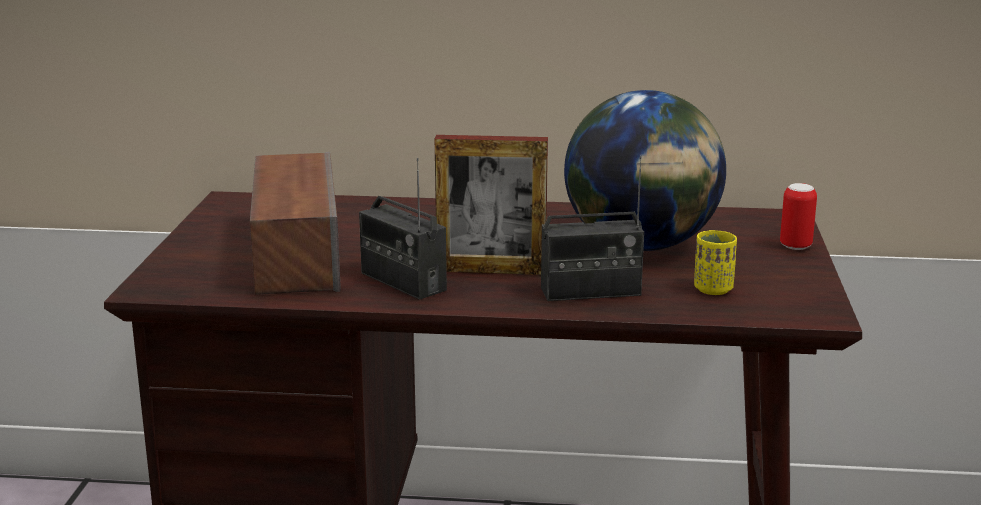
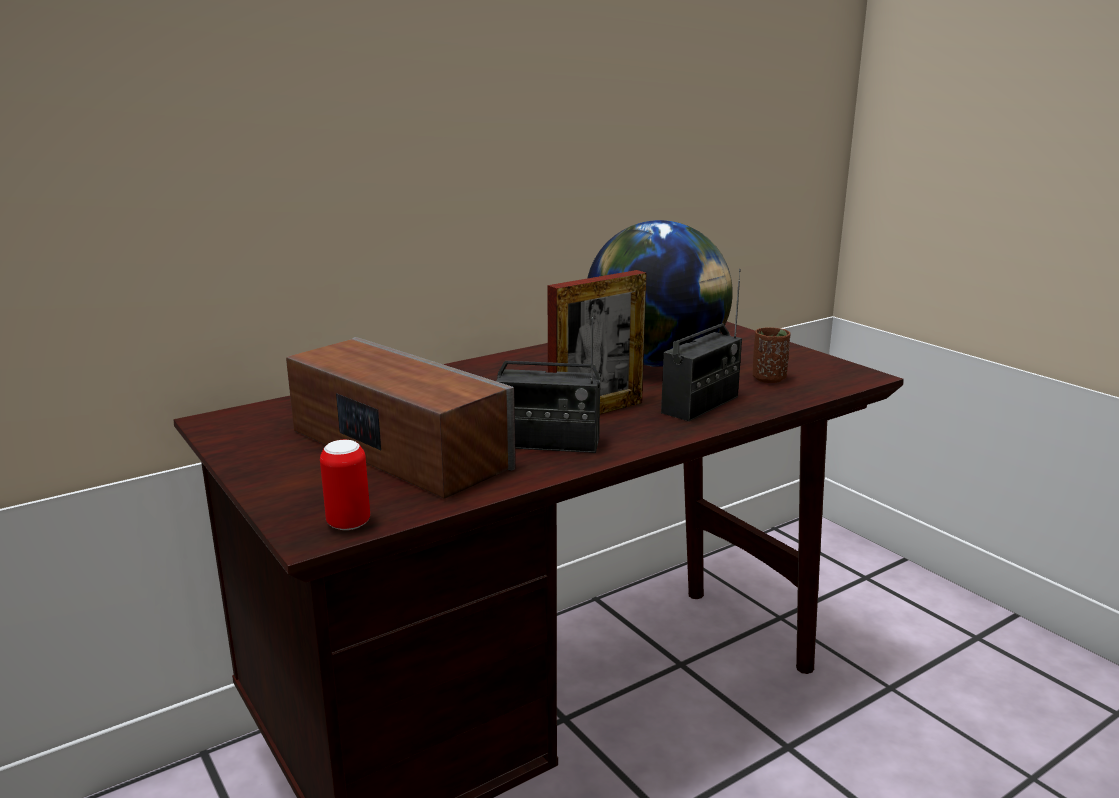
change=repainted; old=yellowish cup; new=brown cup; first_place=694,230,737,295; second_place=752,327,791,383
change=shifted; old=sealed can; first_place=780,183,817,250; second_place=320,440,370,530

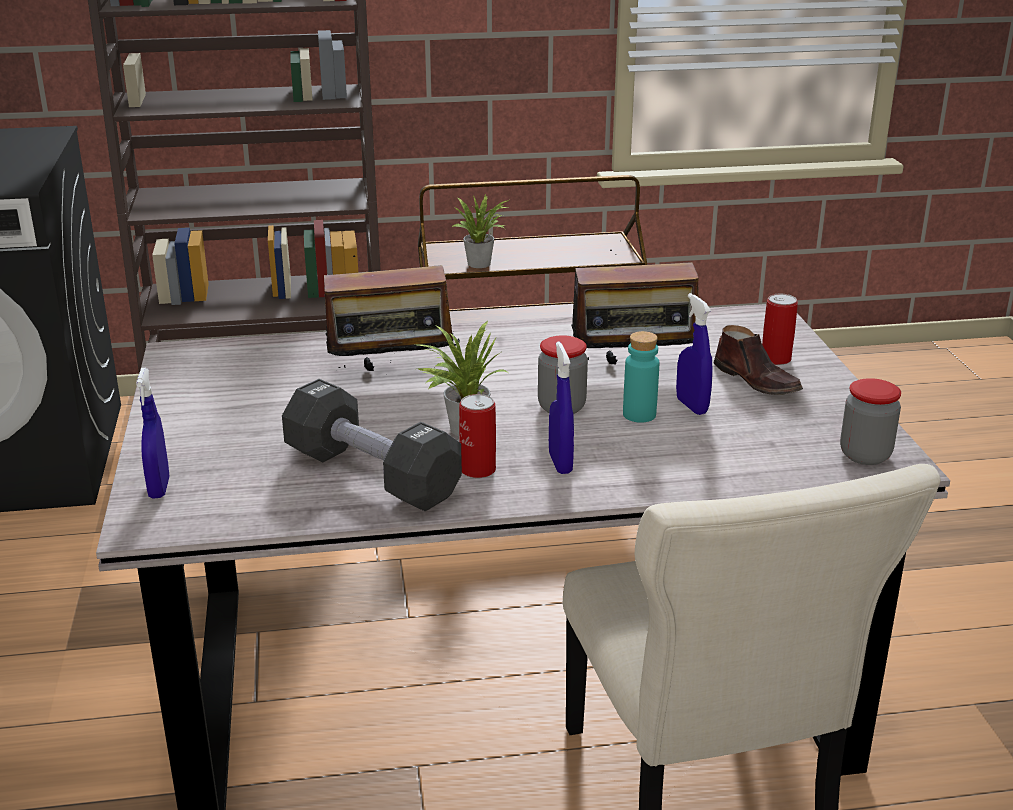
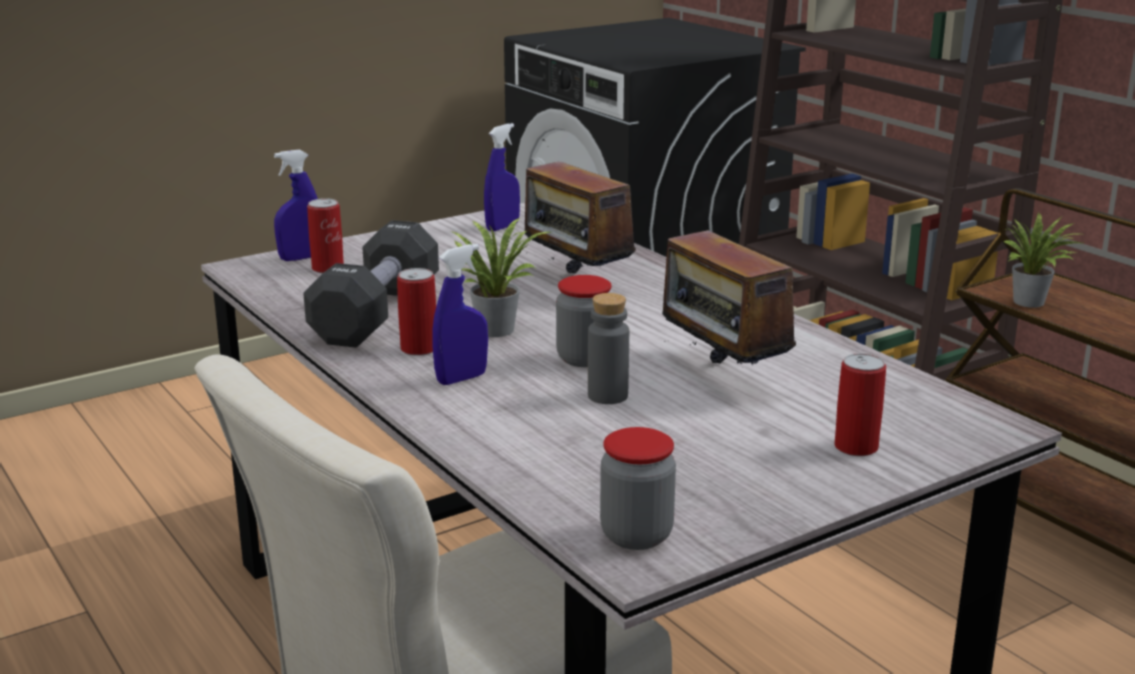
change=repainted; old=turquoise bottle; new=grey bottle; first_place=623,331,659,423; second_place=588,293,629,404
change=shifted; old=blue sprayer; first_place=676,293,713,415; second_place=484,123,520,231
change=gone; old=brown low shoe; first_place=713,325,803,395
change=new; new=sealed can; second_place=307,198,344,273

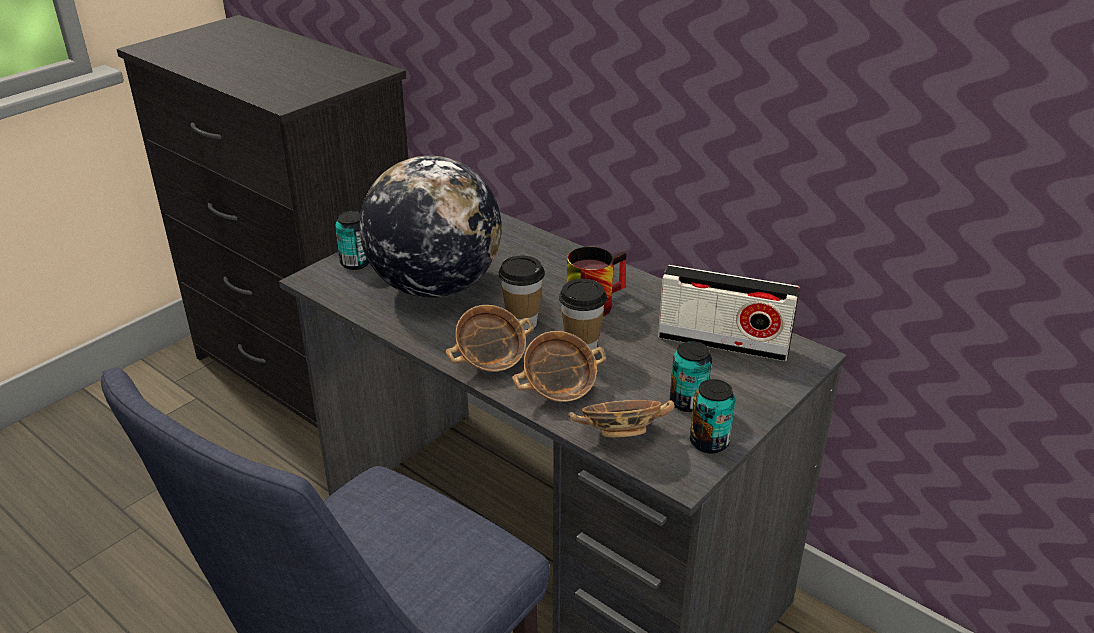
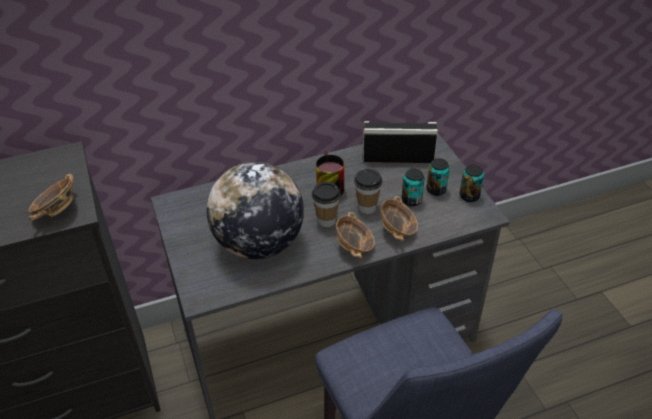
change=shifted; old=sealed can; first_place=335,211,369,270; second_place=402,169,424,206
change=shifted; old=bowl; first_place=568,400,675,437; second_place=28,174,74,221
change=rotated; old=radio set; first_place=658,265,800,361; second_place=363,121,438,163; degrees=-135

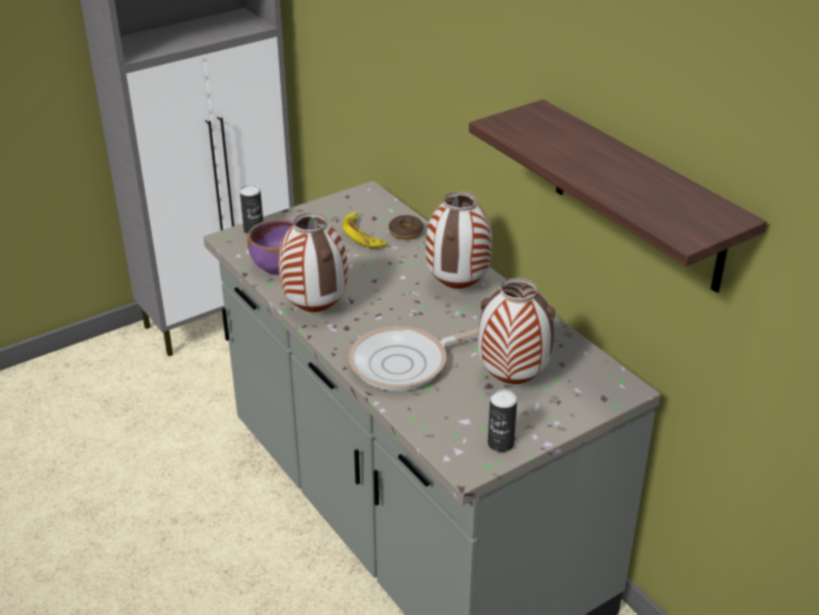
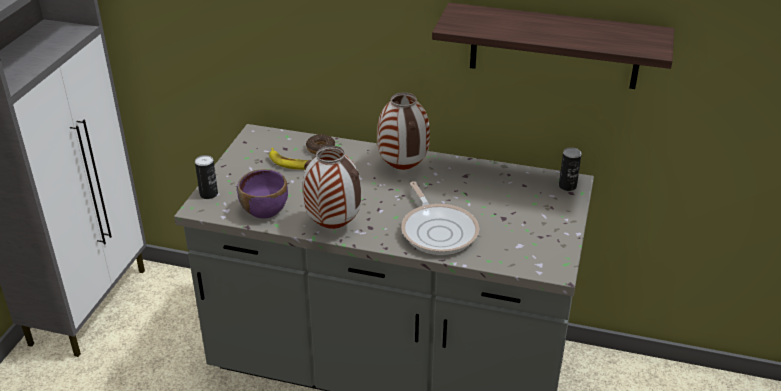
change=rotated; old=frying pan; first_place=349,326,479,391; second_place=401,181,479,255; degrees=-45
change=gone; old=flower vase; first_place=478,277,555,384
change=shifted; old=sealed can; first_place=488,390,517,452; second_place=559,147,582,191

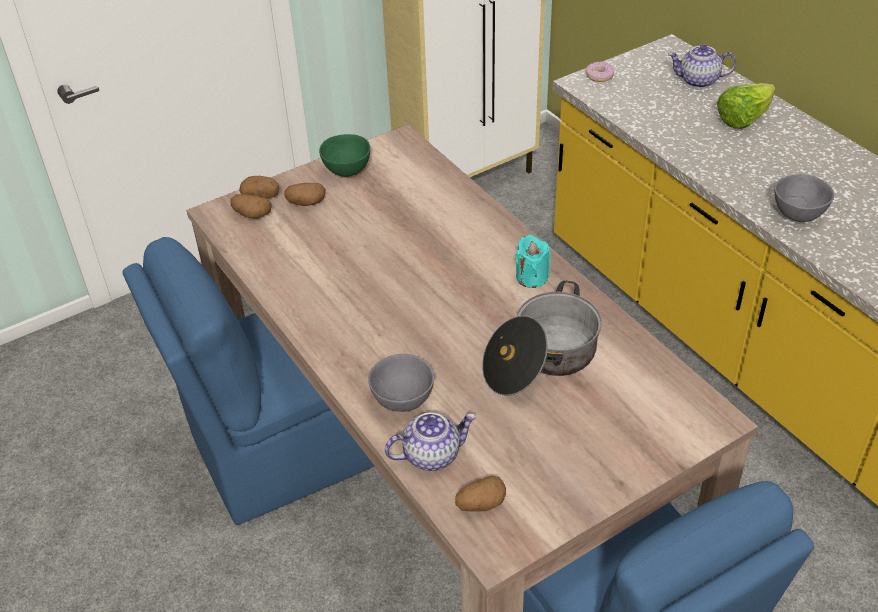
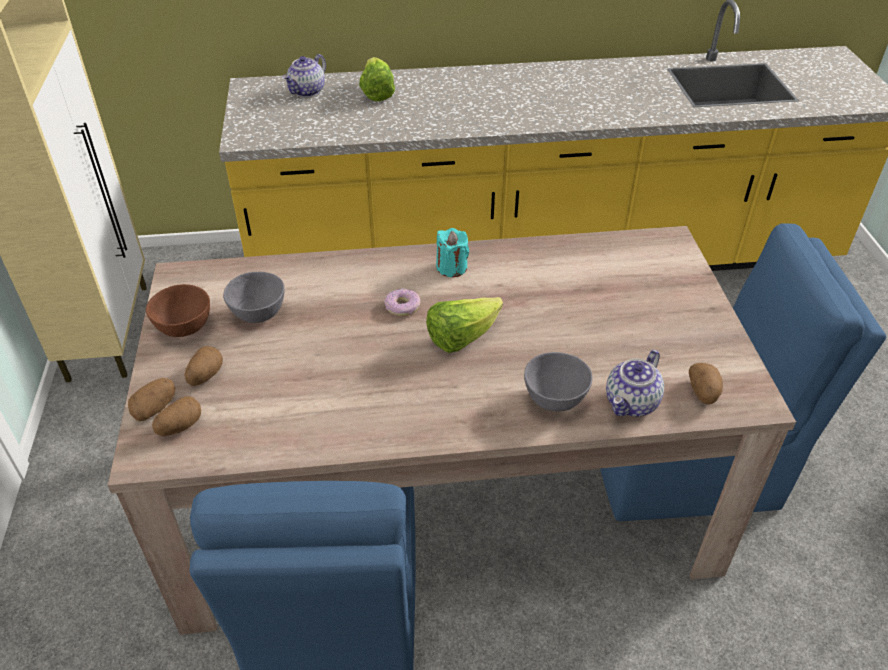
change=repainted; old=green bowl; new=brown bowl; first_place=319,134,370,177; second_place=146,284,210,337
change=rotated; old=pot for tea; first_place=385,412,476,471; second_place=606,350,664,416; degrees=-150
change=gone; old=saucepot; first_place=482,281,602,396
change=shifted; old=donut; first_place=585,62,614,82; second_place=384,288,420,316
change=shifted; old=grey bowl; first_place=775,174,834,222; second_place=223,272,284,323
change=new; new=lettuce; second_place=426,297,503,353

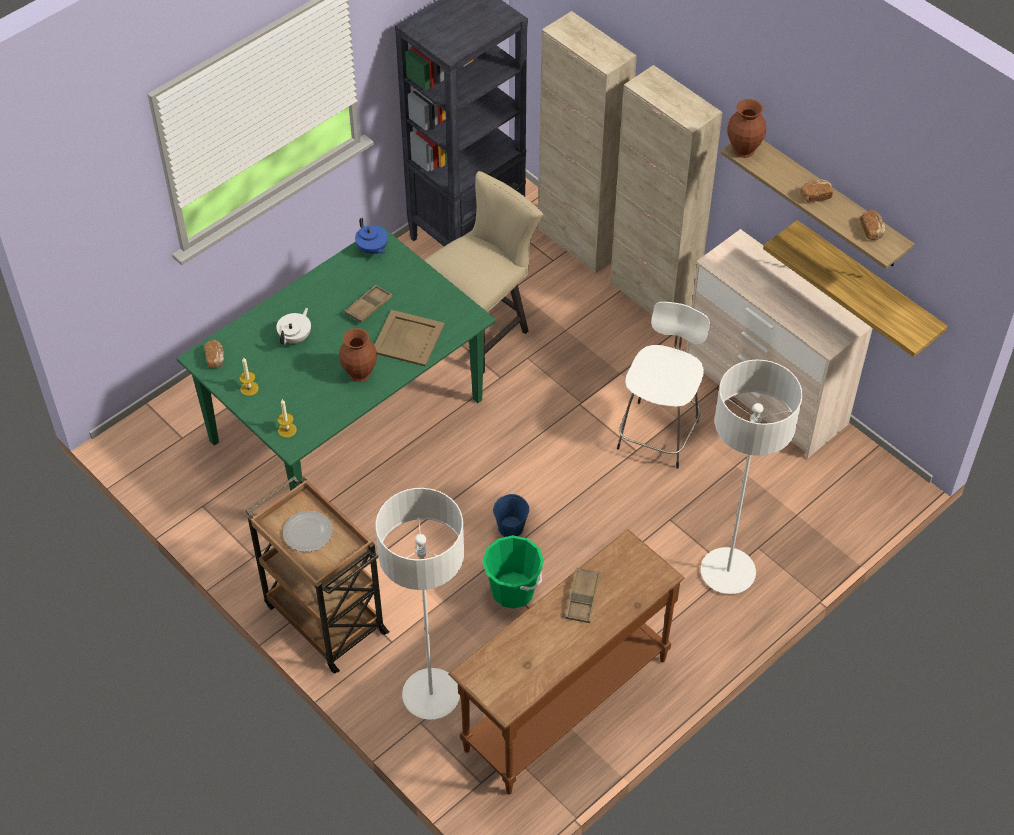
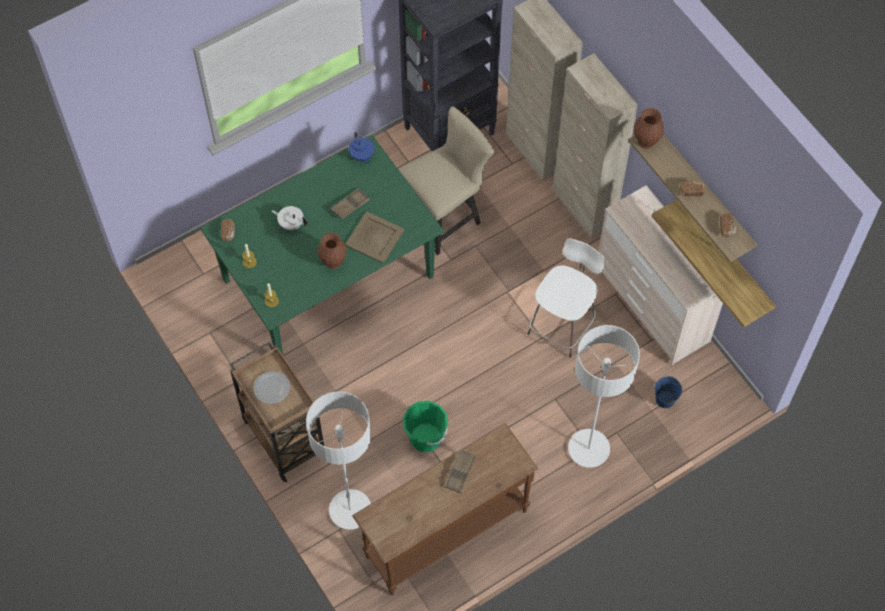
change=rotated; old=white-coloured pot for tea; first_place=276,308,311,345; second_place=272,206,307,230; degrees=-105
change=shifted; old=blue pail; first_place=493,494,529,537; second_place=655,376,682,408

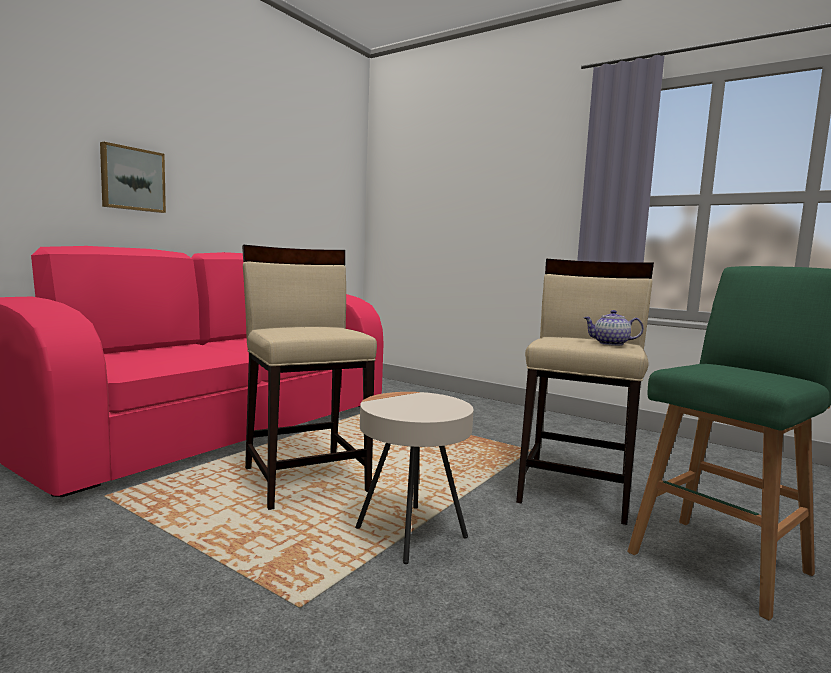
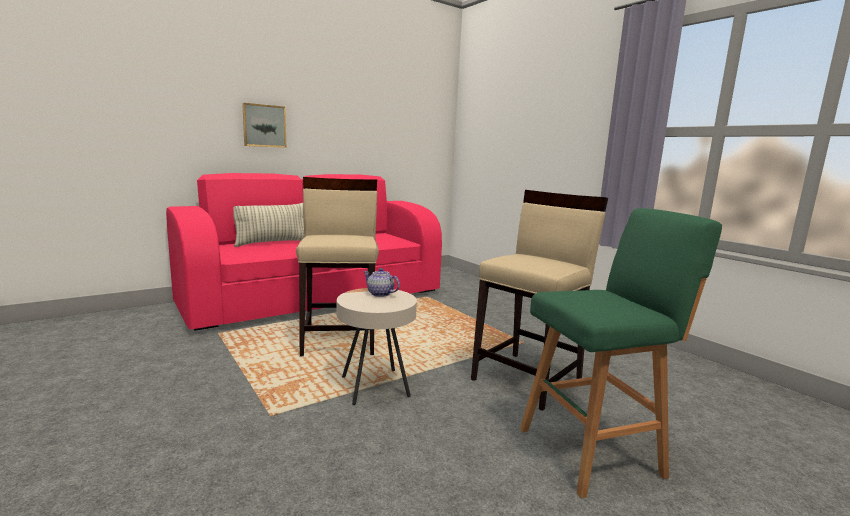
change=shifted; old=pot for tea; first_place=583,310,644,346; second_place=363,268,400,297
change=new; new=throw pillow; second_place=233,203,304,247

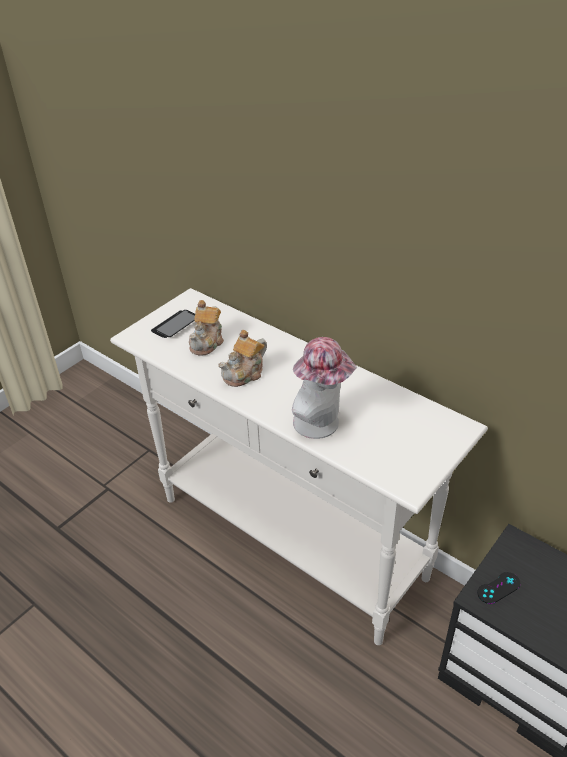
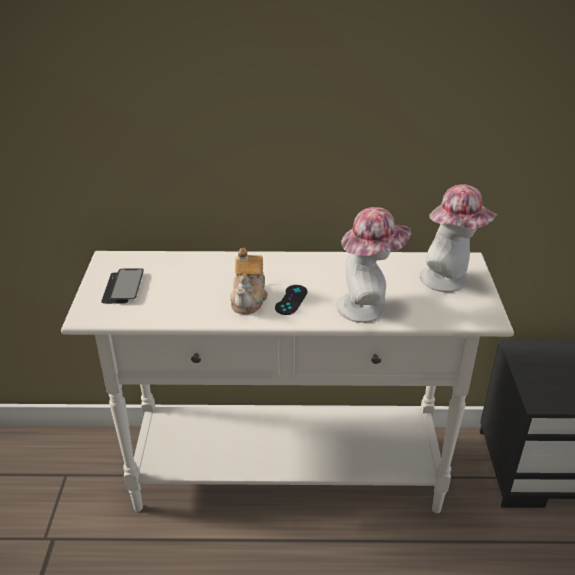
change=gone; old=pot for tea; first_place=189,300,224,356
change=shifted; old=blackish gamepad; first_place=477,572,521,604; second_place=275,285,308,315
change=new; new=wearable hat; second_place=420,184,497,292

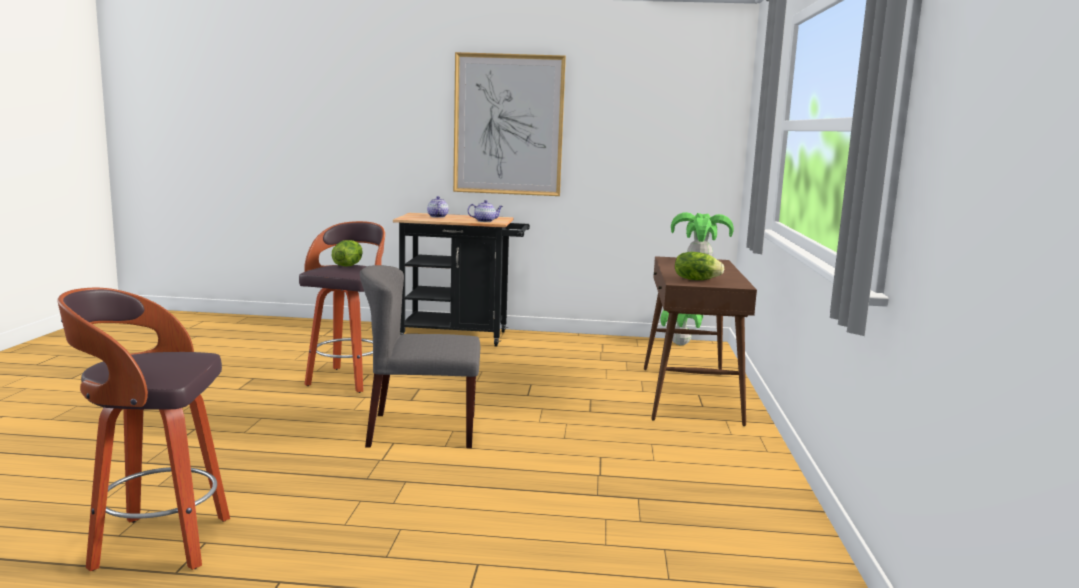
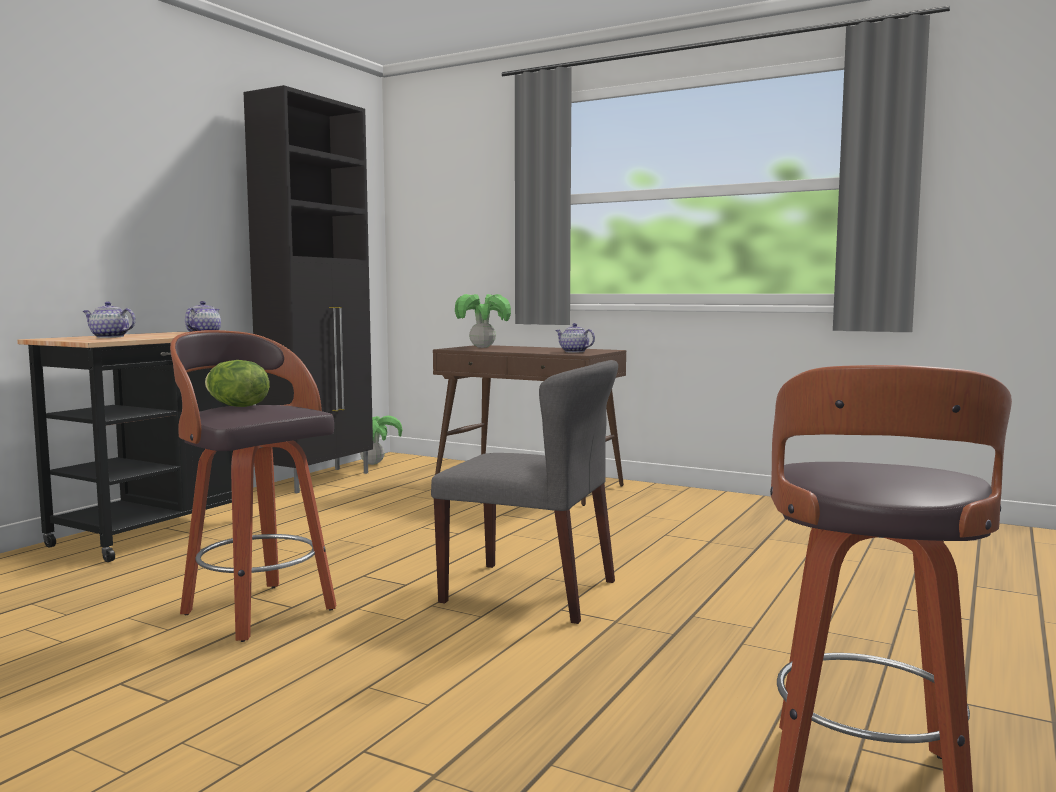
change=rotated; old=grey upright chair; first_place=360,265,480,448; second_place=431,360,618,624; degrees=-90
change=gone; old=picture; first_place=453,52,566,196
change=swapped; old=lettuce; new=pot for tea; first_place=675,252,724,280; second_place=555,323,595,353
change=new; new=blackish storage cabinet; second_place=244,85,373,493

